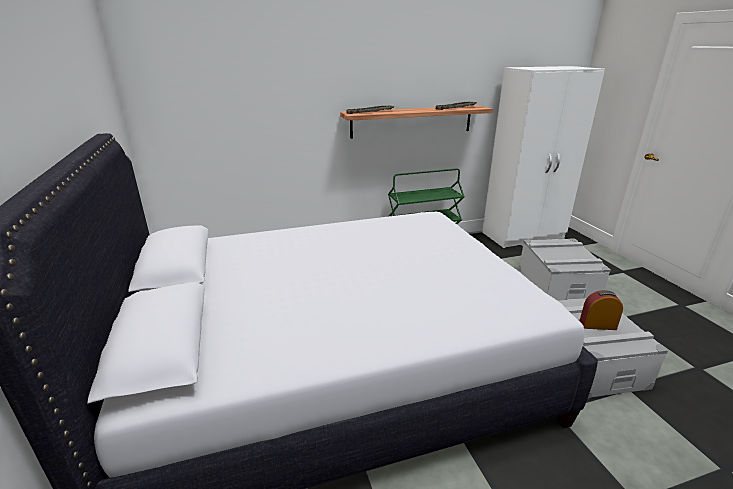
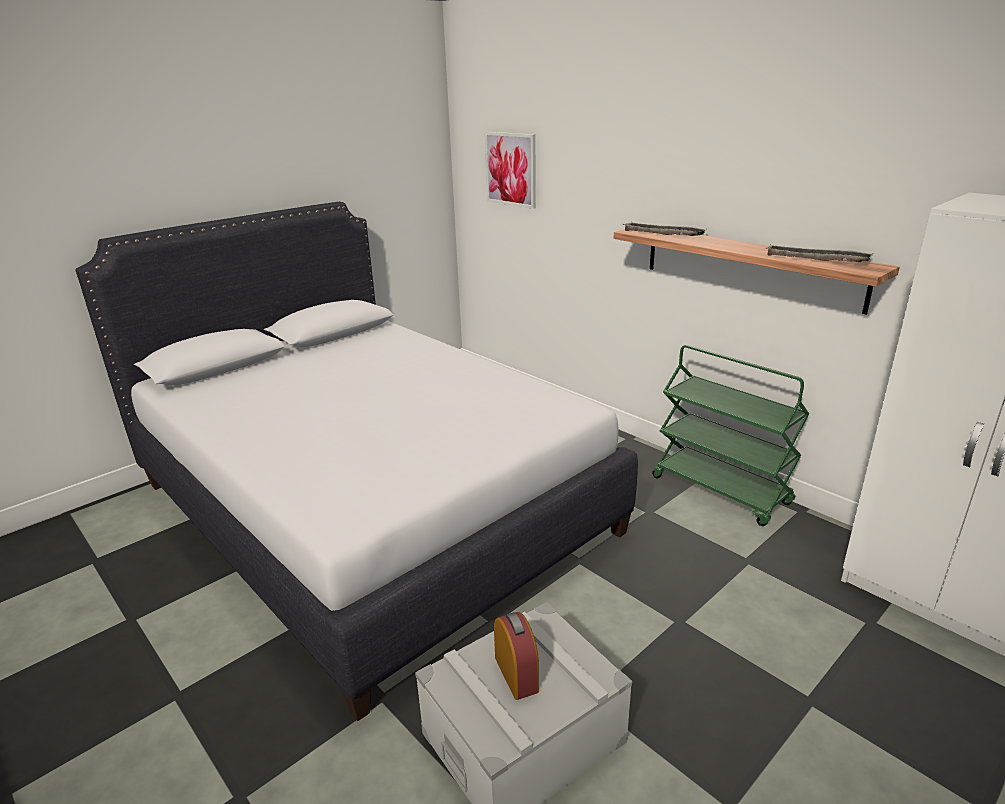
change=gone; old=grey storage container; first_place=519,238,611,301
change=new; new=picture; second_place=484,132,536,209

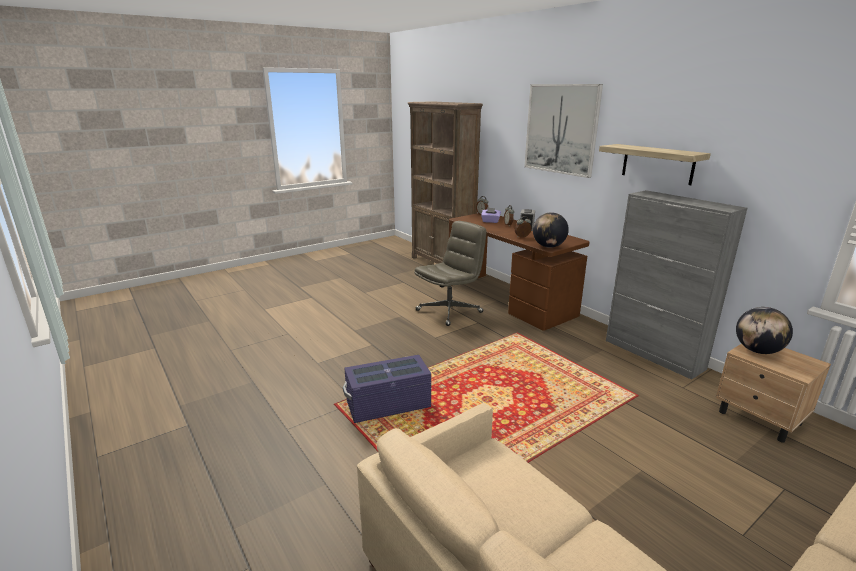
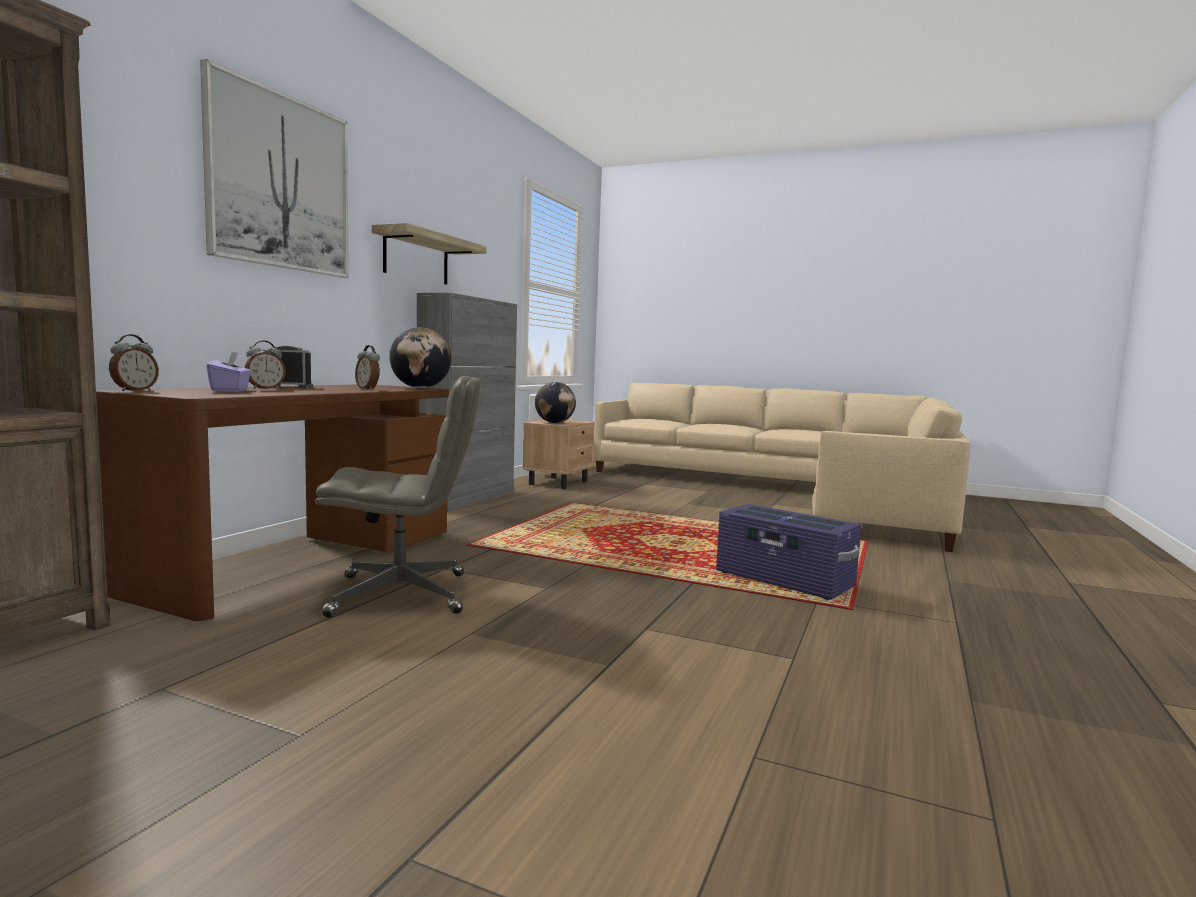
change=rotated; old=grey office chair; first_place=414,221,486,326; second_place=315,376,480,618; degrees=150

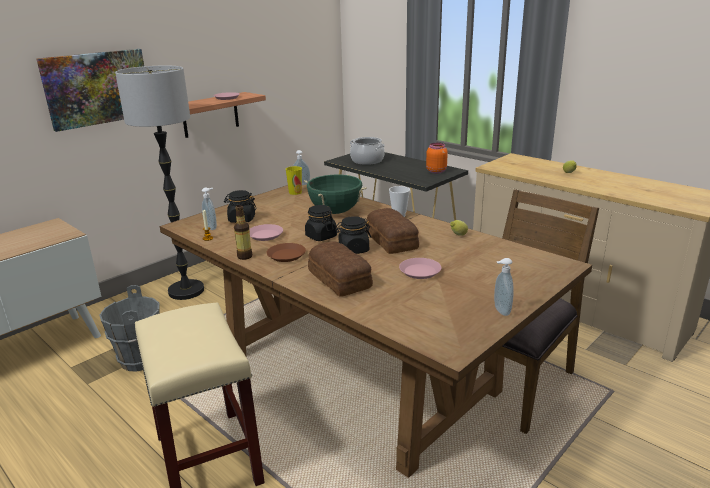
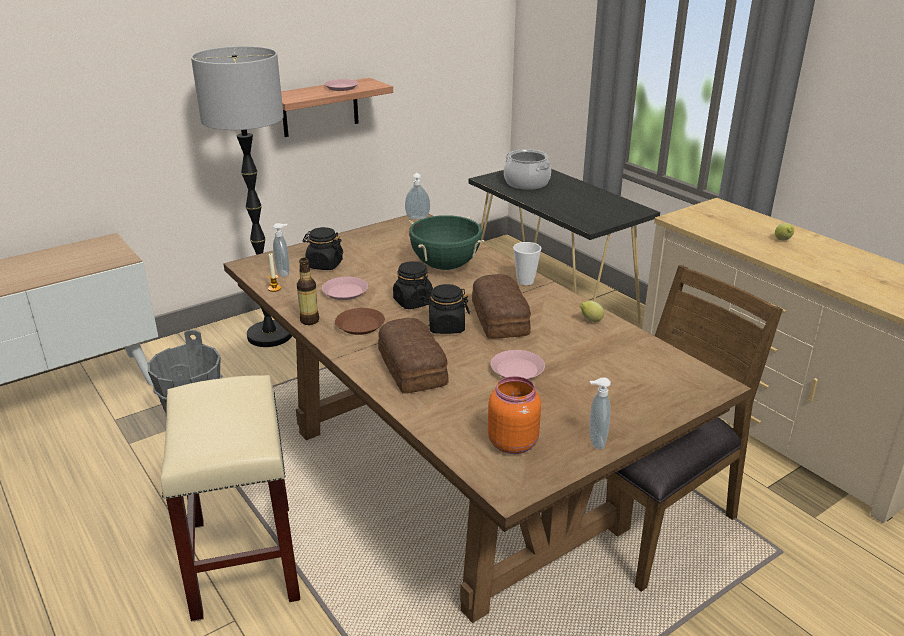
change=gone; old=picture; first_place=37,49,144,132
change=gone; old=cup; first_place=286,166,302,195
change=shifted; old=orange-coloured jar; first_place=426,143,448,174; second_place=488,376,541,454

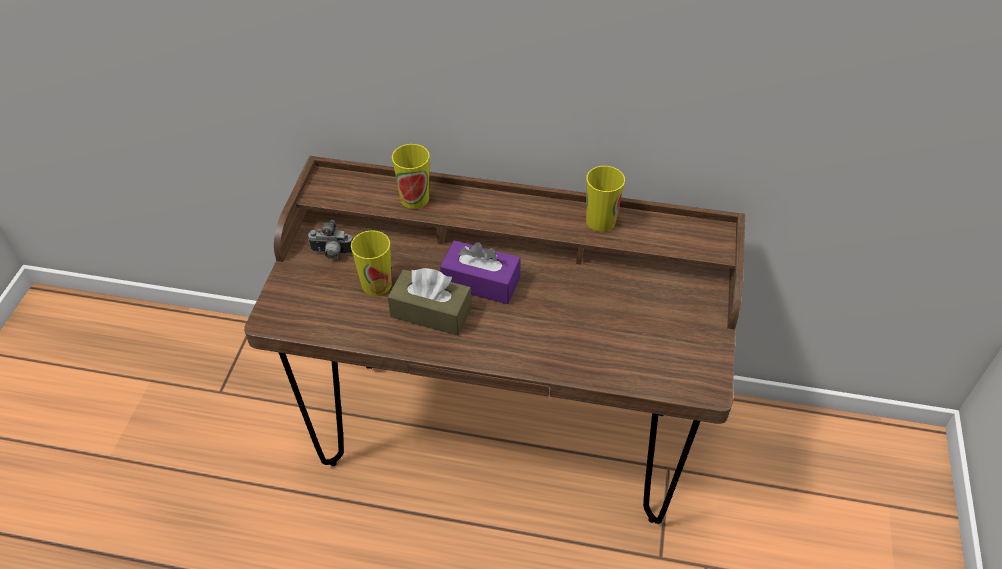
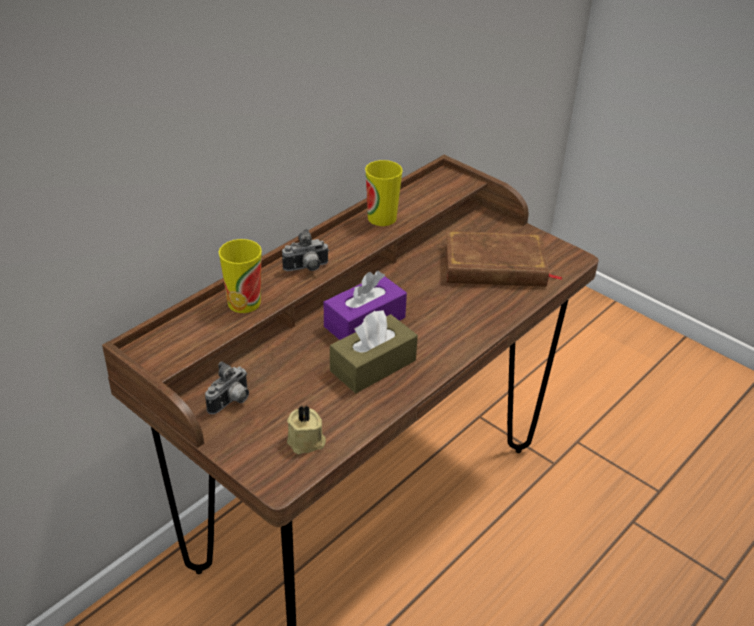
change=gone; old=cup; first_place=351,230,392,296
change=new; new=photo camera; second_place=282,229,329,271
change=new; new=beige-coloured candle; second_place=287,405,326,454
change=new; new=brown book; second_place=445,231,563,286

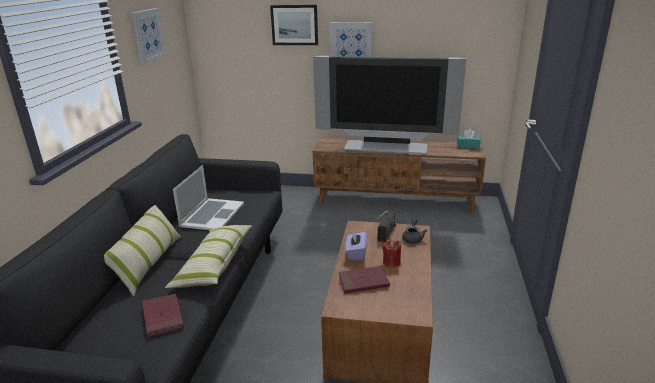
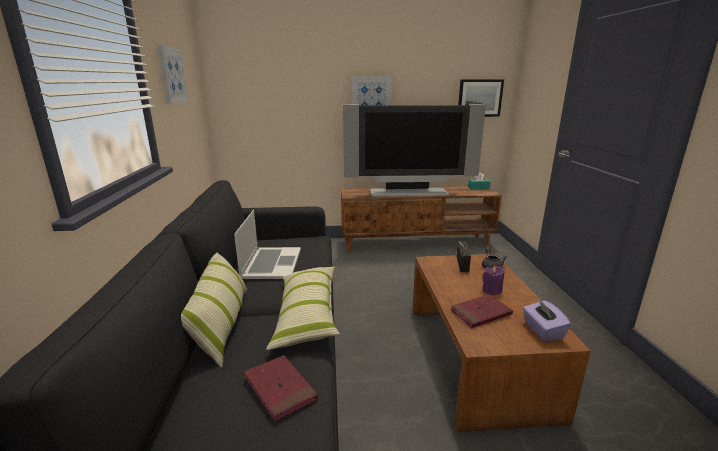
change=shifted; old=picture; first_place=270,5,318,45; second_place=458,80,504,117
change=shifted; old=purplish tissue holder; first_place=345,230,367,261; second_place=523,299,571,341
change=repainted; old=red candle; new=purplish candle; first_place=383,240,401,267; second_place=482,266,504,295

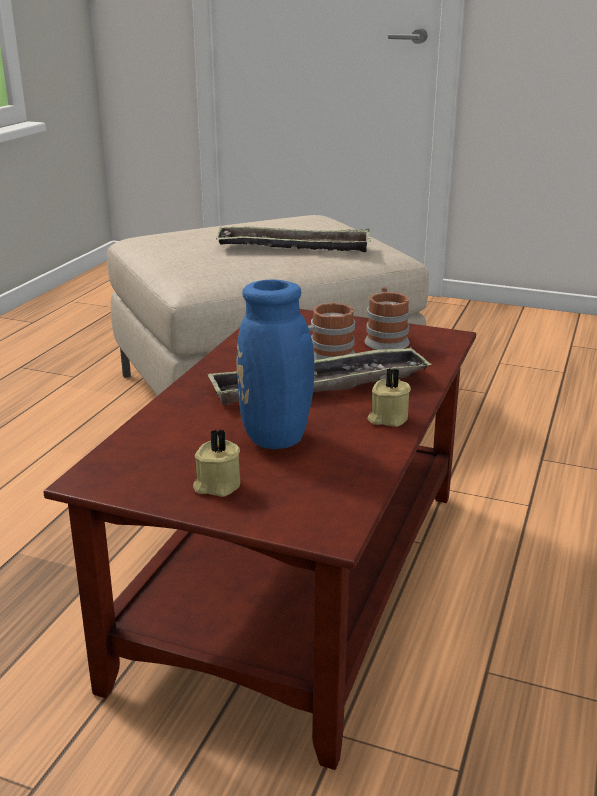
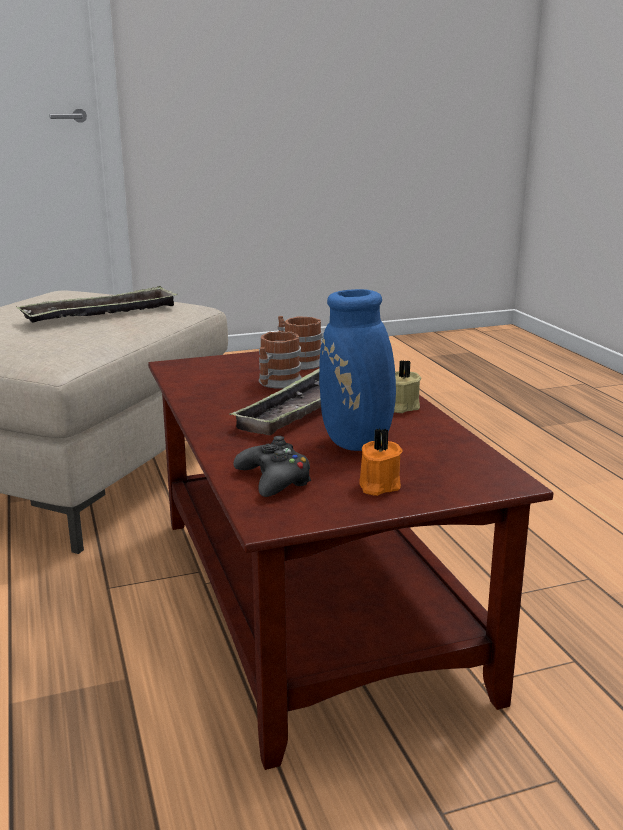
change=repainted; old=beige-coloured candle; new=orange-coloured candle; first_place=193,429,240,497; second_place=359,428,403,496
change=new; new=blackish gamepad; second_place=233,436,311,497

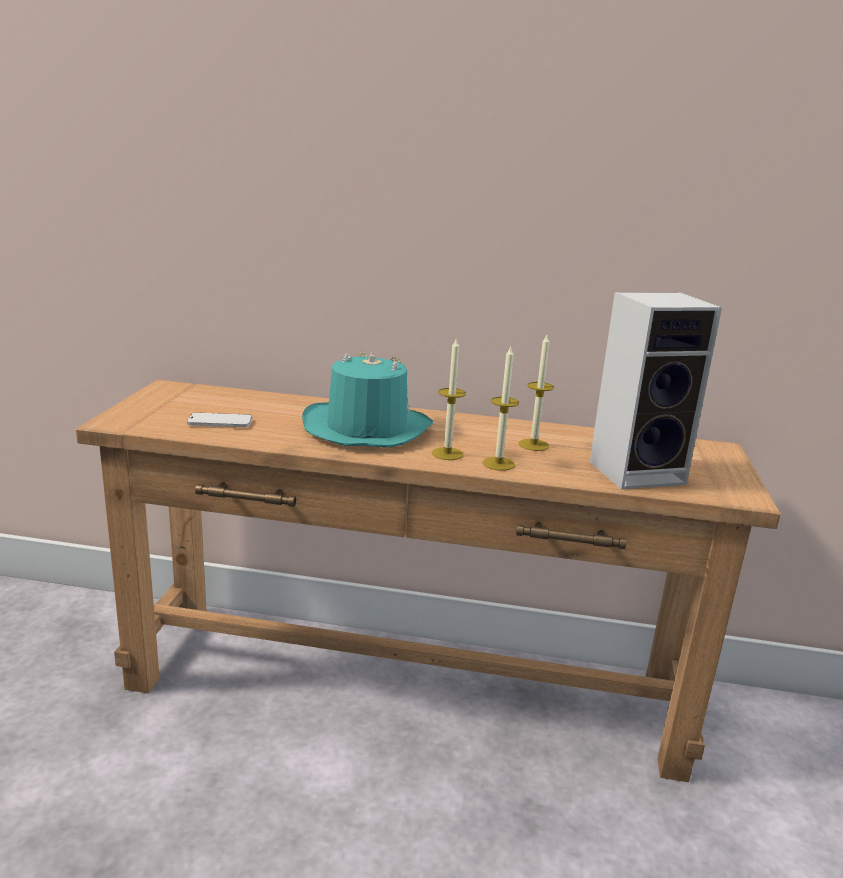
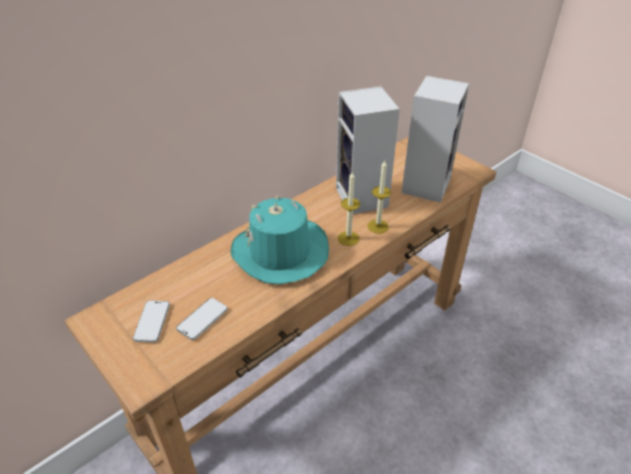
change=swapped; old=candle; new=loudspeaker; first_place=519,335,554,451; second_place=336,86,400,214
change=new; new=handset; second_place=133,300,170,343

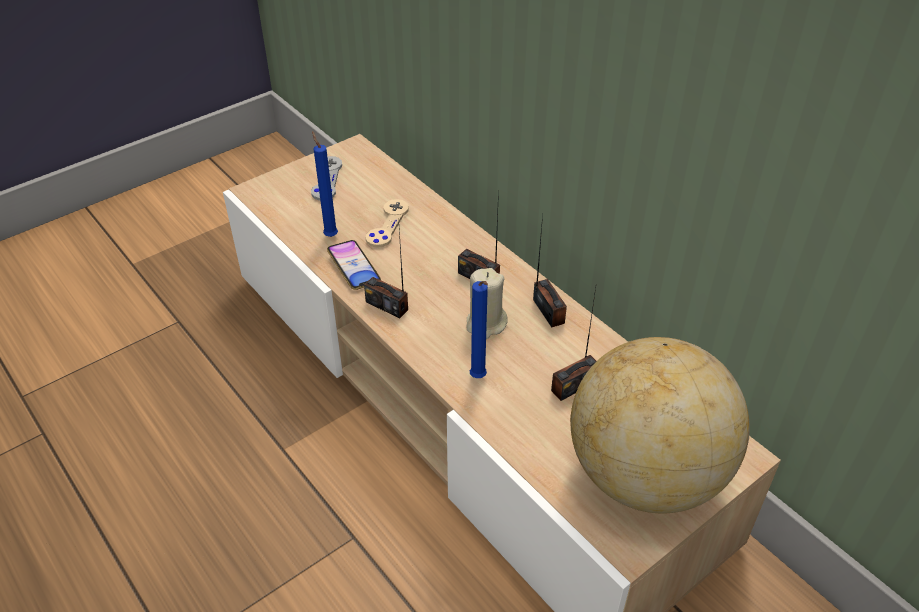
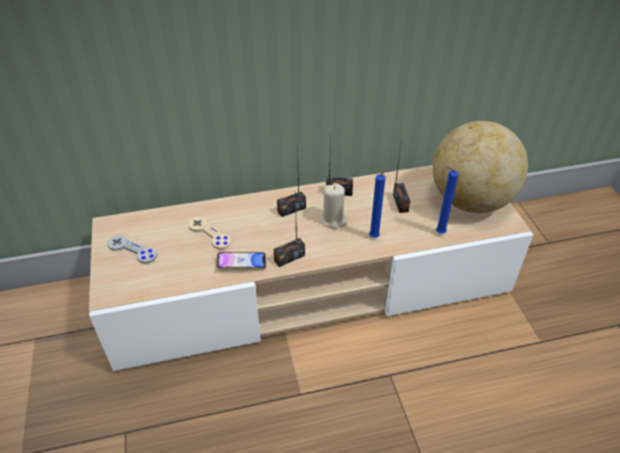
change=shifted; old=blue candle; first_place=312,131,338,237; second_place=436,166,459,234

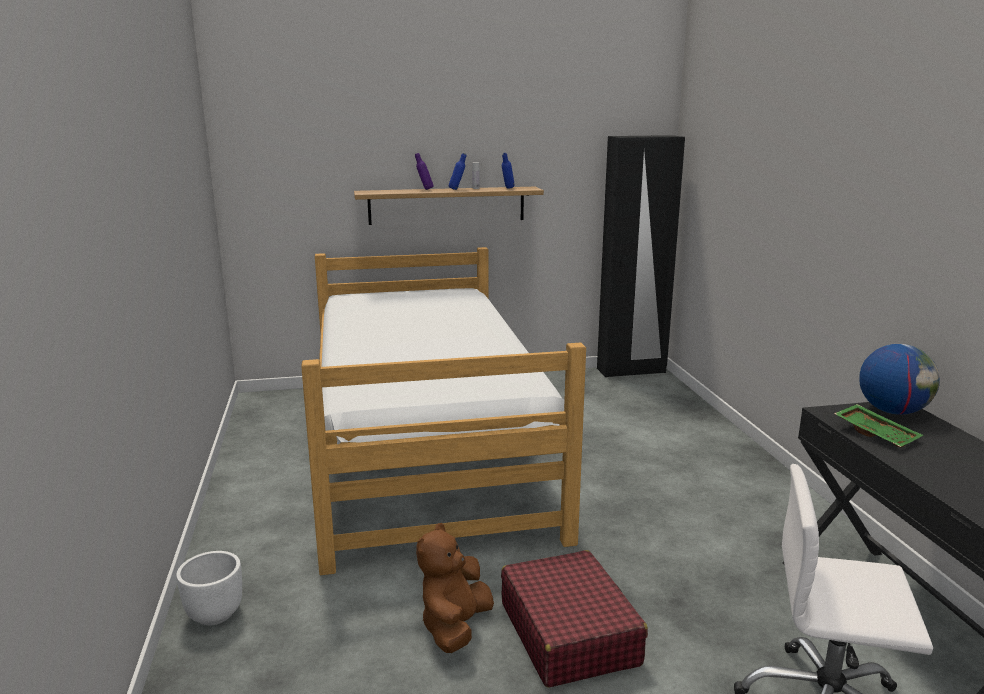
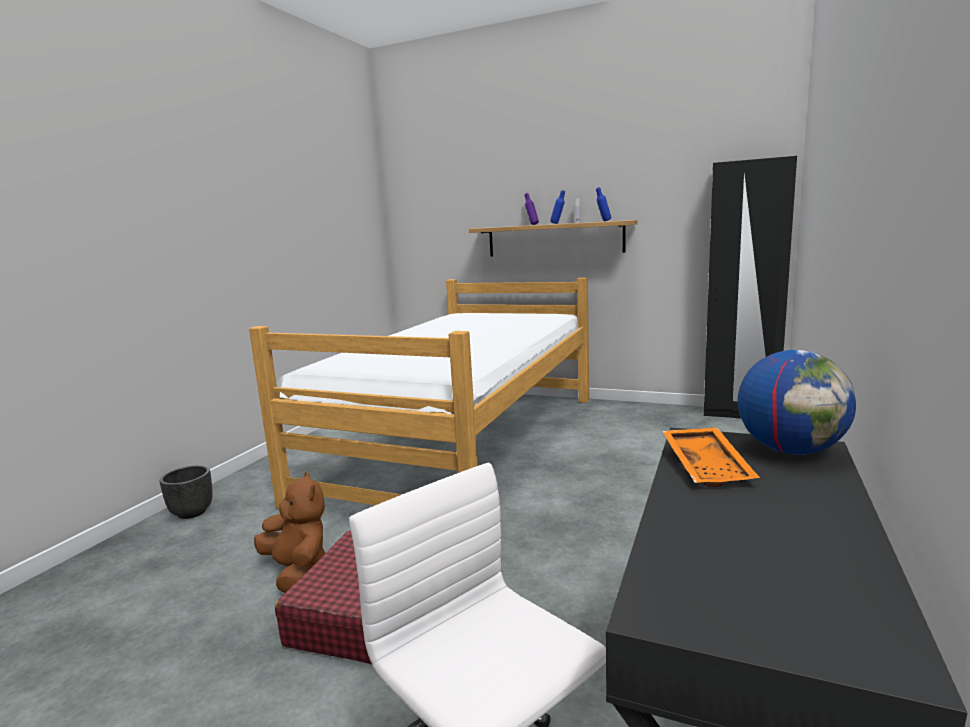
change=repainted; old=white-coloured planter; new=blackish planter; first_place=176,551,242,625; second_place=160,465,213,519
change=rotated; old=brown soft toy; first_place=416,523,494,653; second_place=254,472,325,593; degrees=90
change=repainted; old=green tray; new=orange-coloured tray; first_place=834,404,923,448; second_place=662,427,760,487

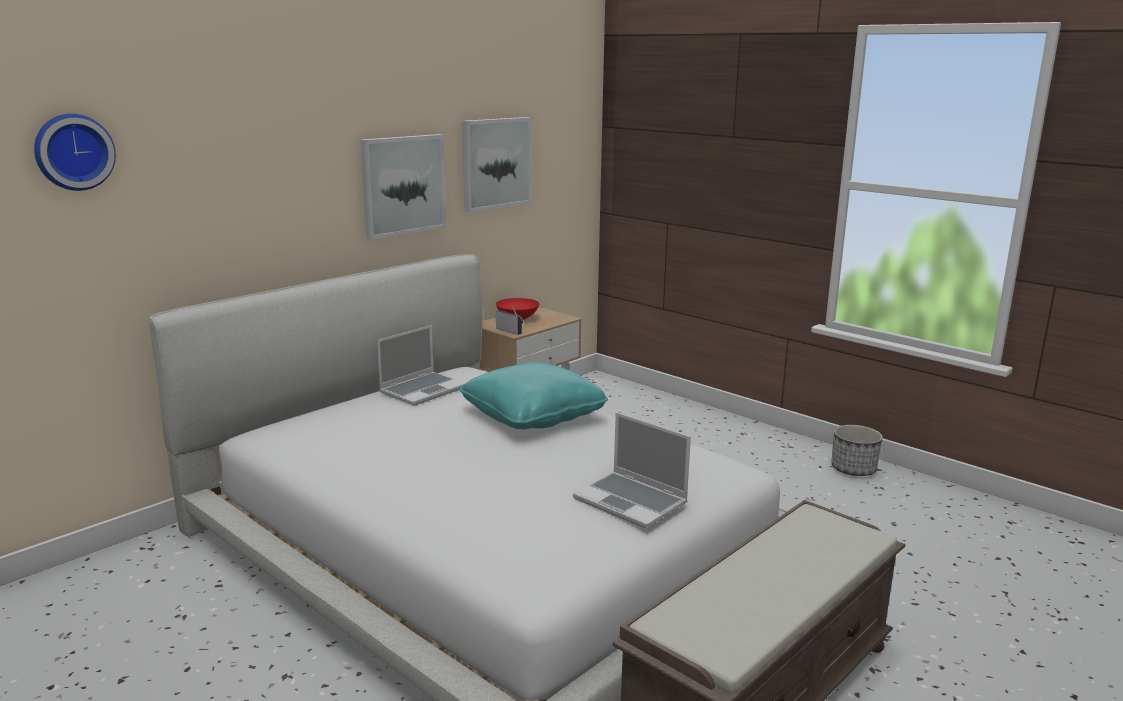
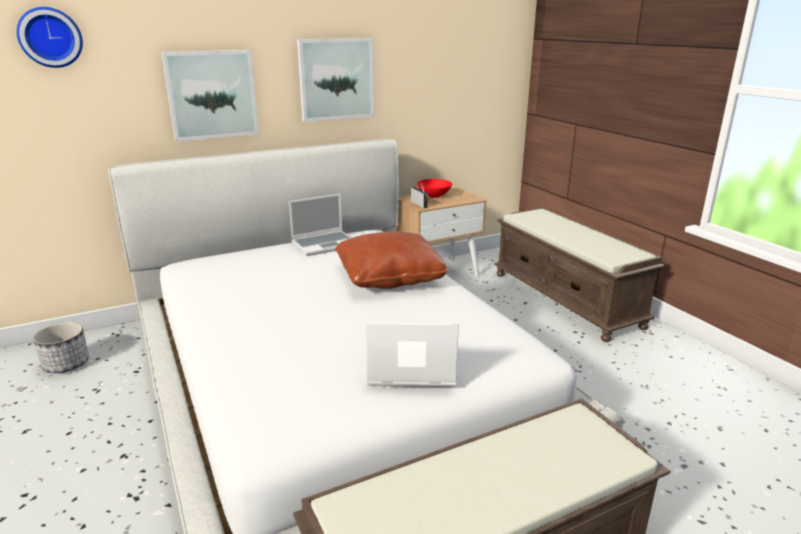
change=repainted; old=turquoise throw pillow; new=brown throw pillow; first_place=459,362,608,429; second_place=335,231,449,289
change=shifted; old=picture; first_place=462,117,532,213; second_place=161,50,259,141
change=rotated; old=notebook computer; first_place=573,412,691,528; second_place=365,322,459,387; degrees=120
change=shifted; old=planter; first_place=831,425,883,476; second_place=32,322,89,373
change=new; new=brown indoor bench; second_place=494,208,665,342

